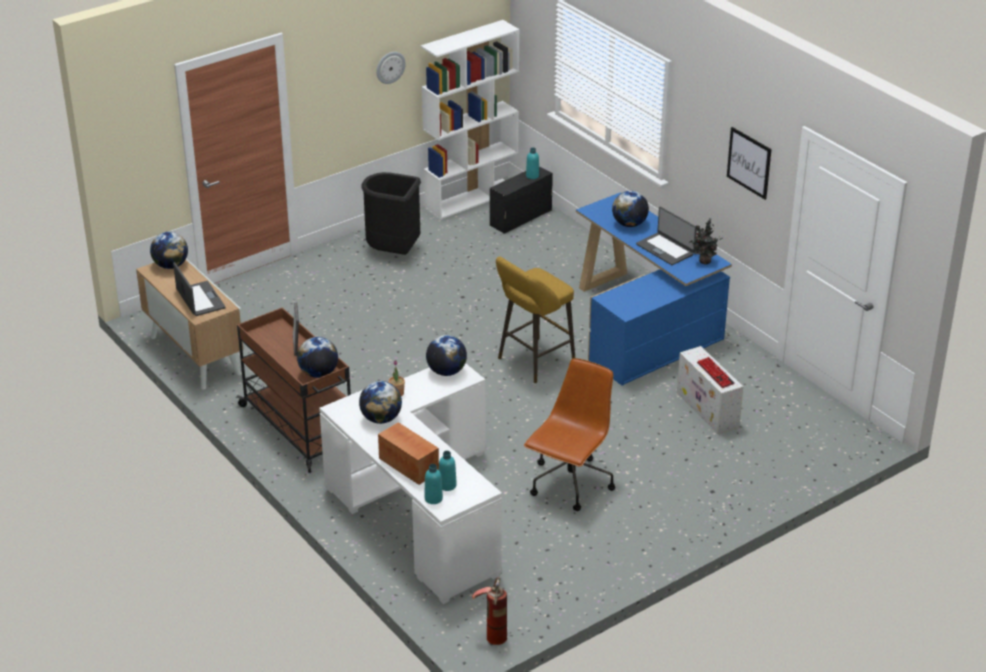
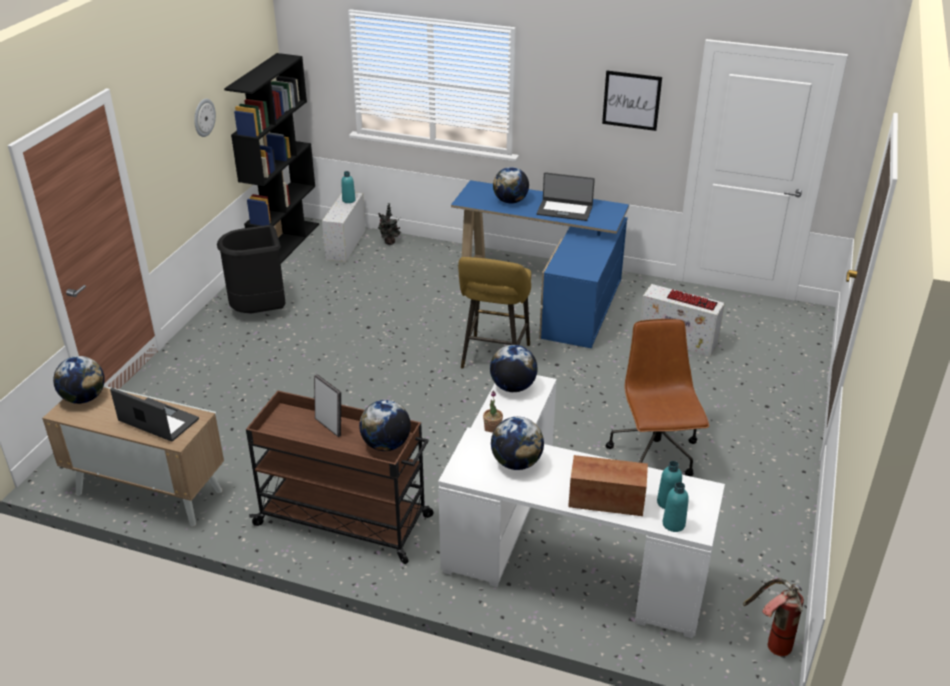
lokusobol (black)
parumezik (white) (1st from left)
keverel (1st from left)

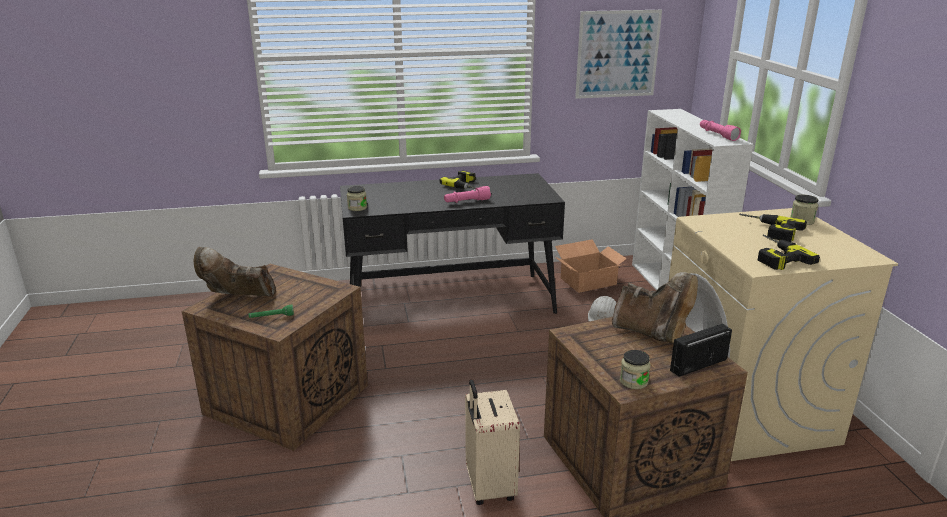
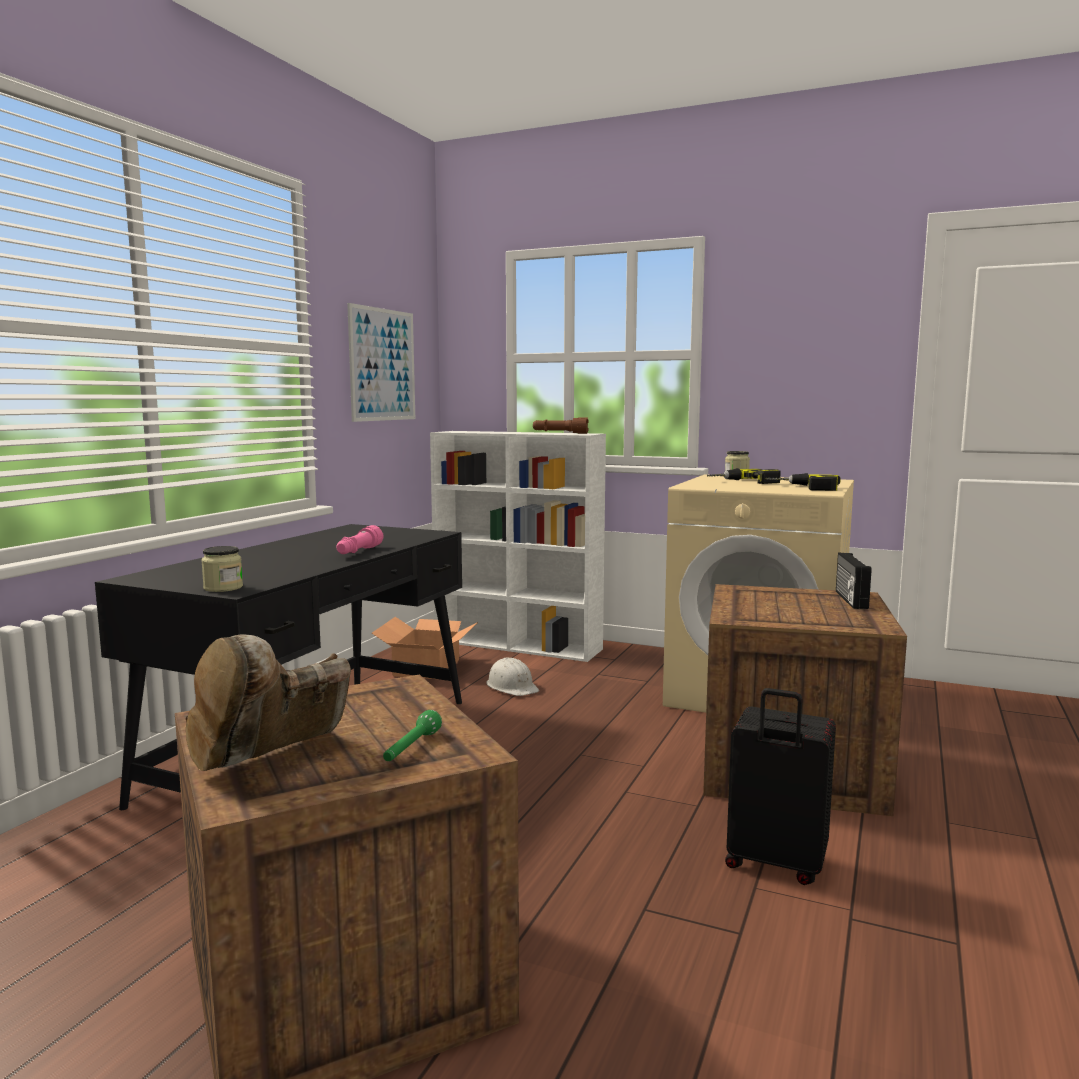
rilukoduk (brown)
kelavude (1st from left in the first image)
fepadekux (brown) (2nd from left in the first image)
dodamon (2nd from left in the first image)
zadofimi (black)

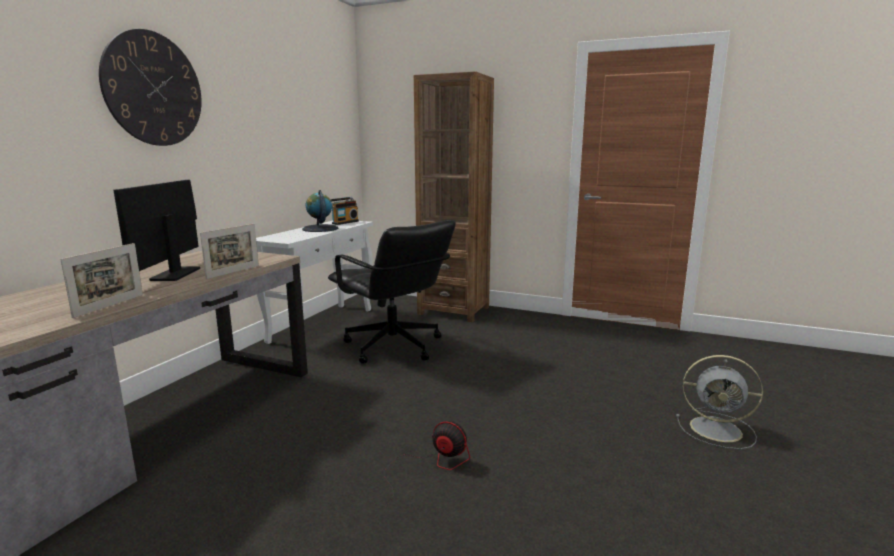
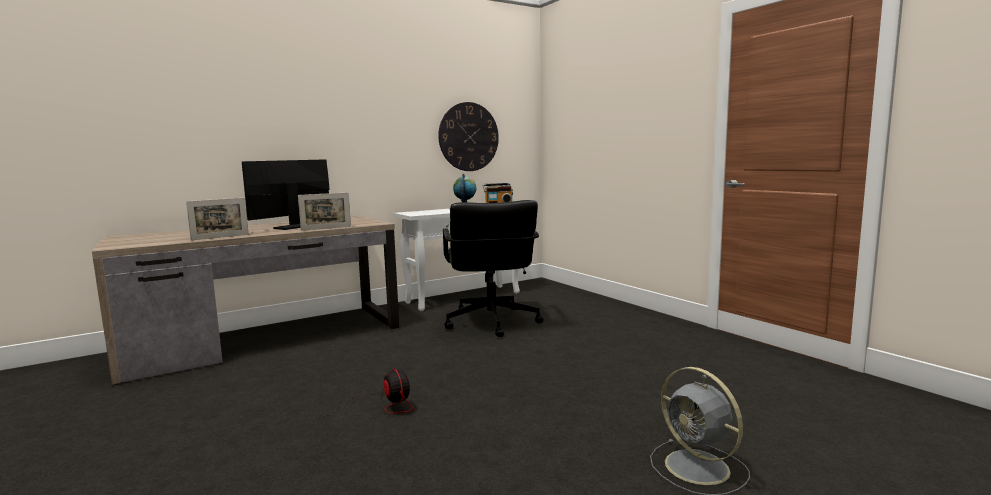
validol
lokusobol (brown)

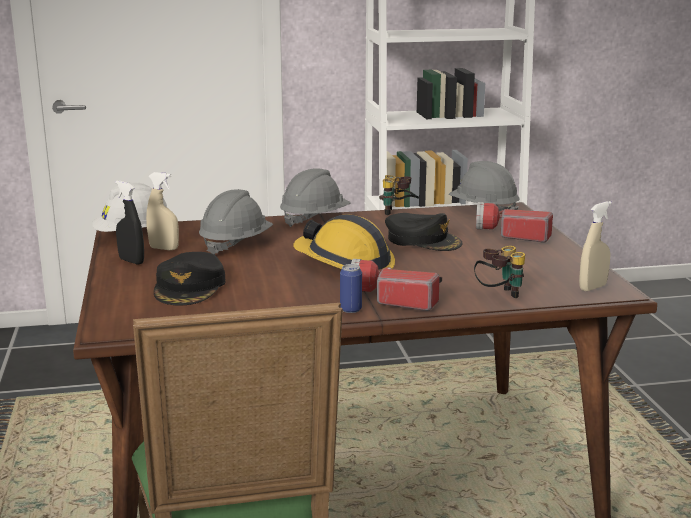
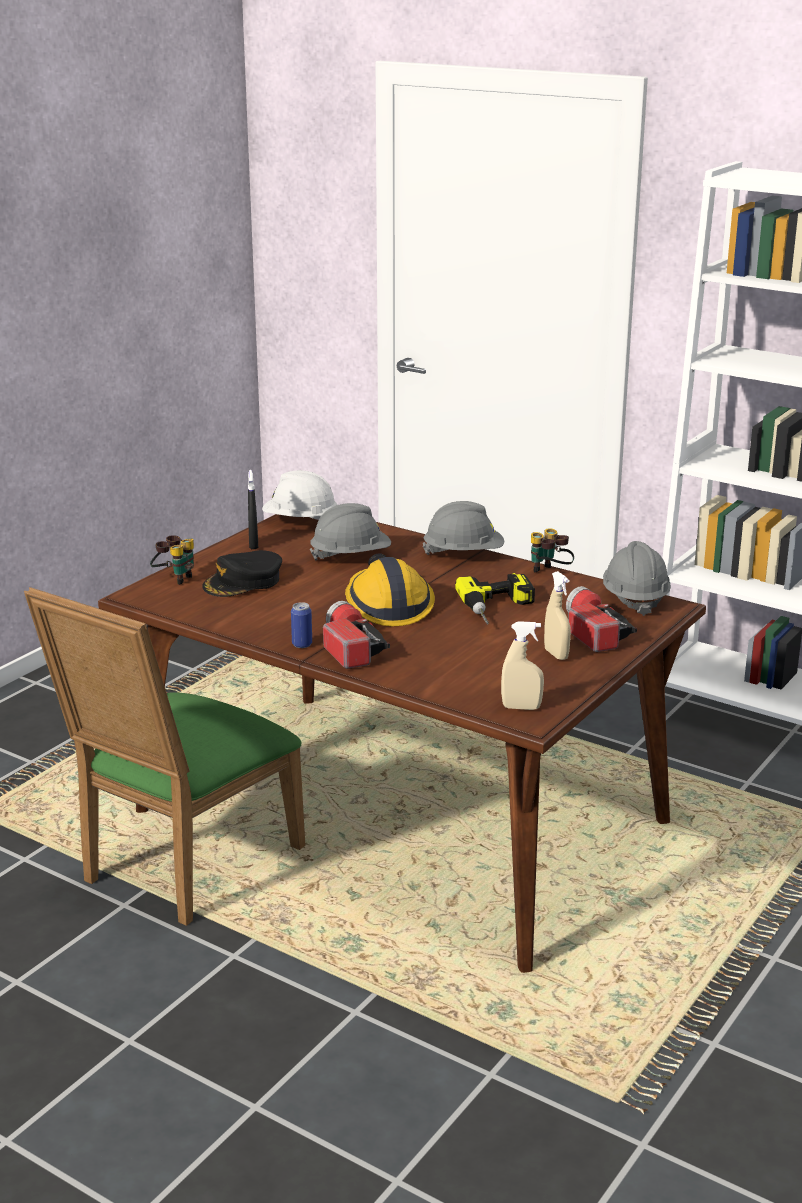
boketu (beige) (2nd from left)
kelavude
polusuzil (1st from left)

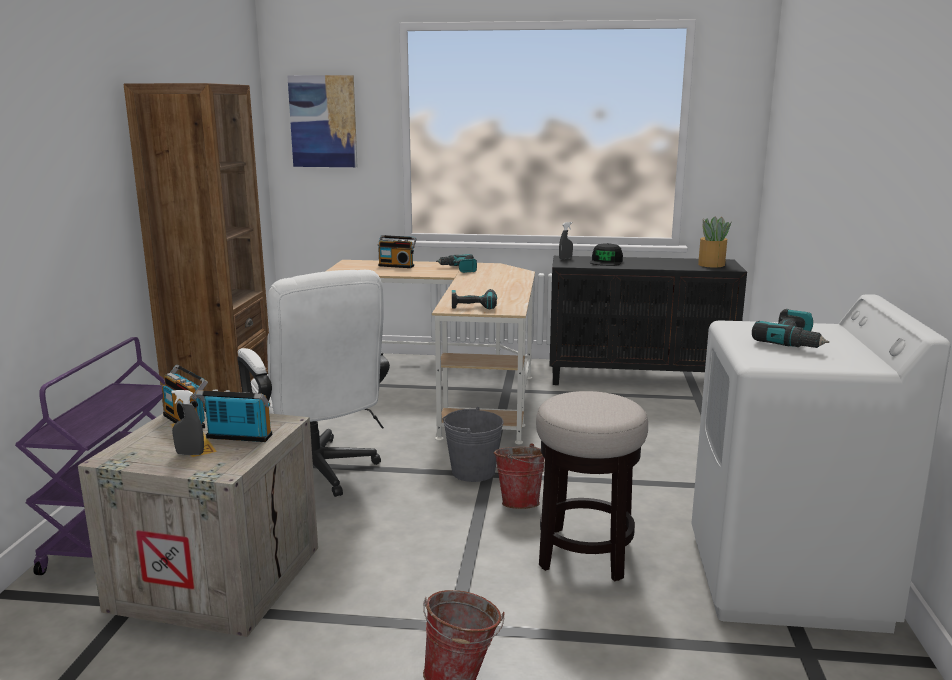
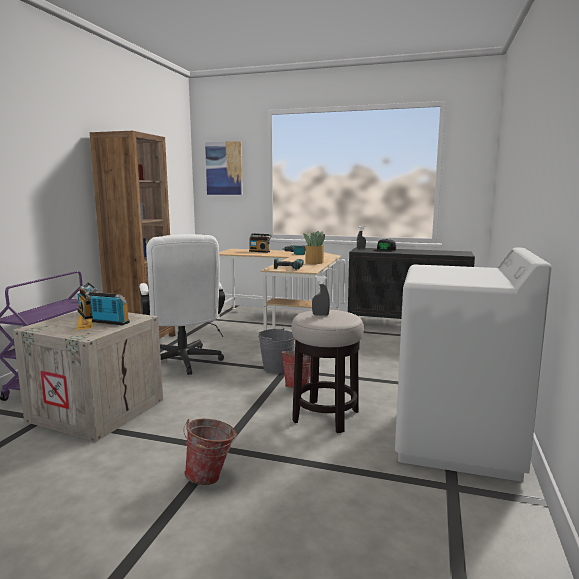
keverel
kelavude (3rd from left in the first image)
boketu (grey) (1st from left)

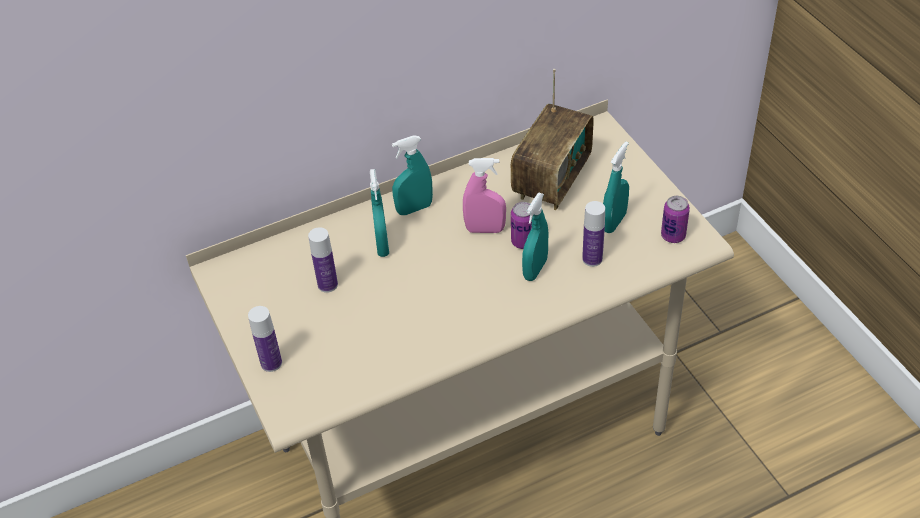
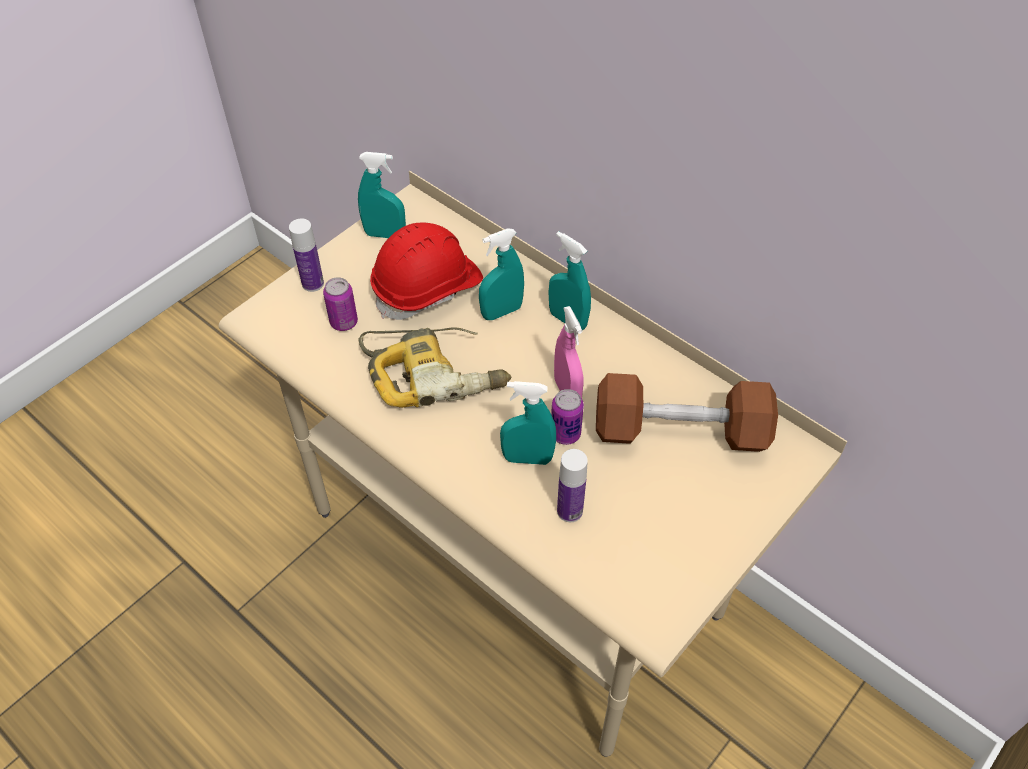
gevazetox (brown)
boketu (turquoise) (1st from left)
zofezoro (1st from left)
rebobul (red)
kelavude

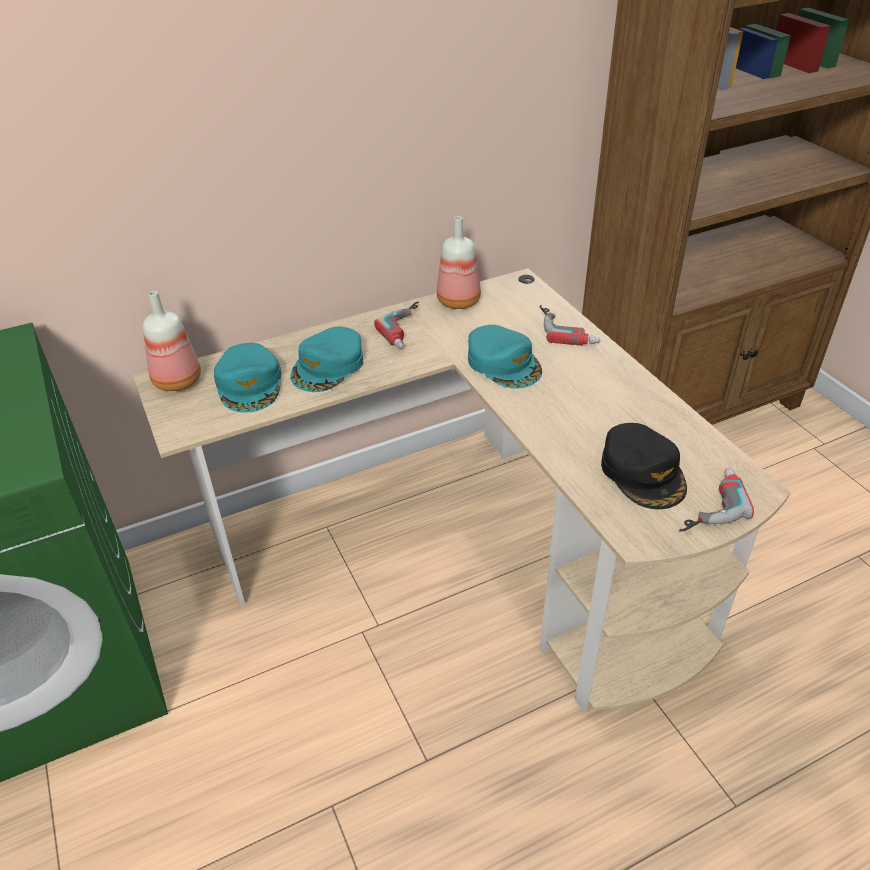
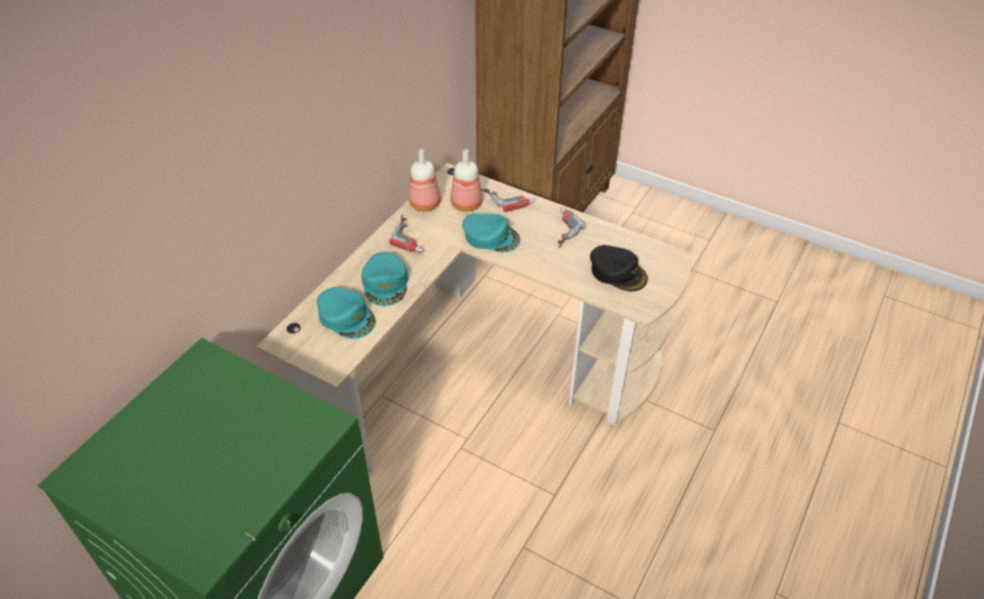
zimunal (2nd from left)
kelavude (3rd from left)

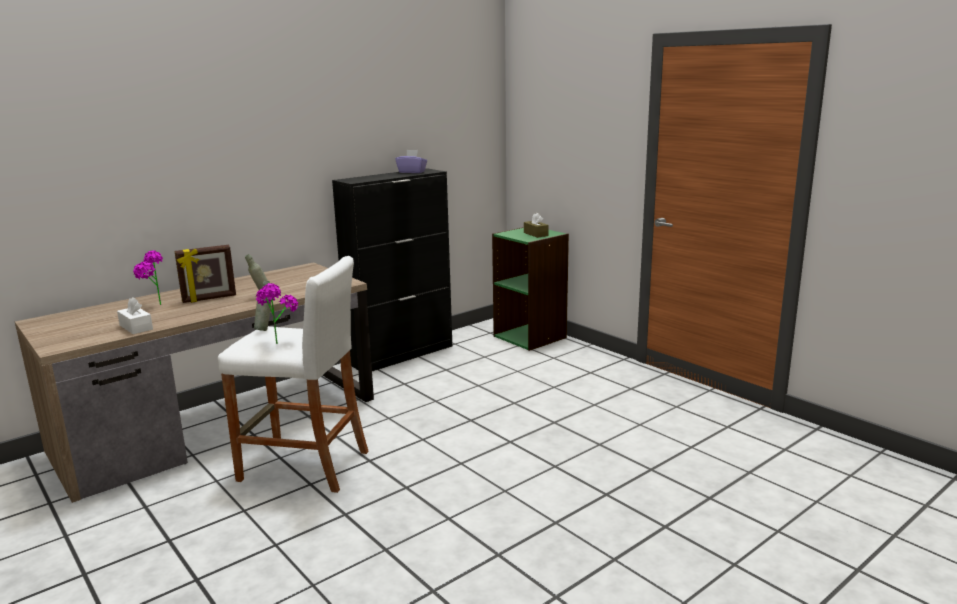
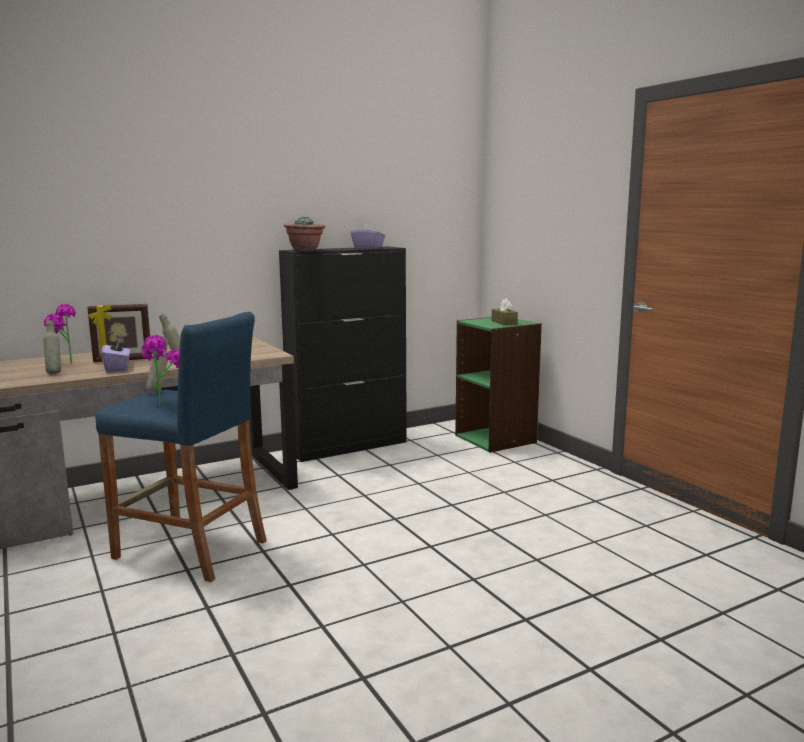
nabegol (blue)
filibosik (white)
keverel (3rd from left)
zimunal (grey) (1st from left)
filibosik (purple) (1st from left)

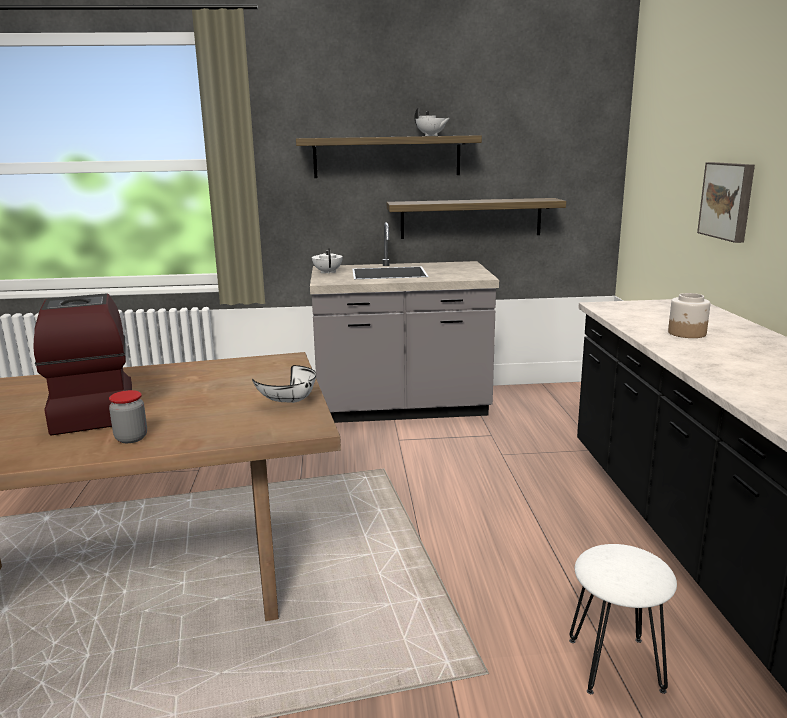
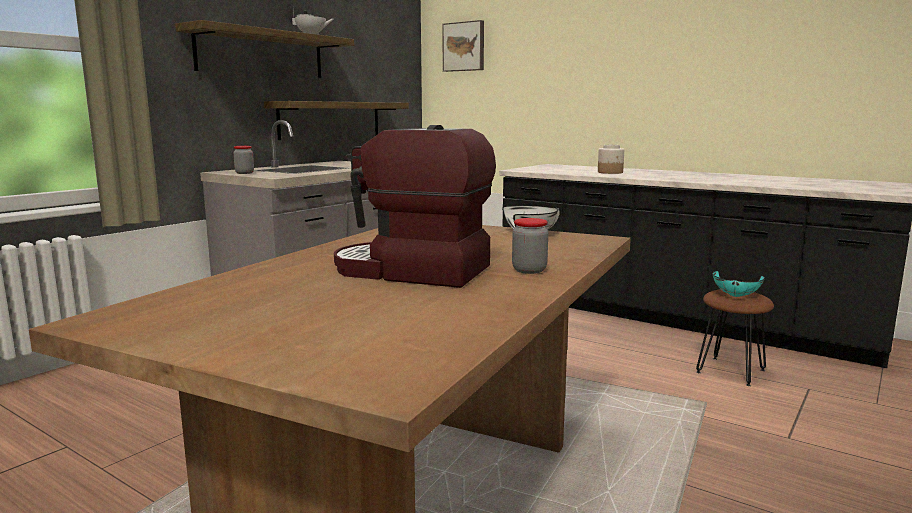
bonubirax
dodamon (1st from left)
nabegol (brown)
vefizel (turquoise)

